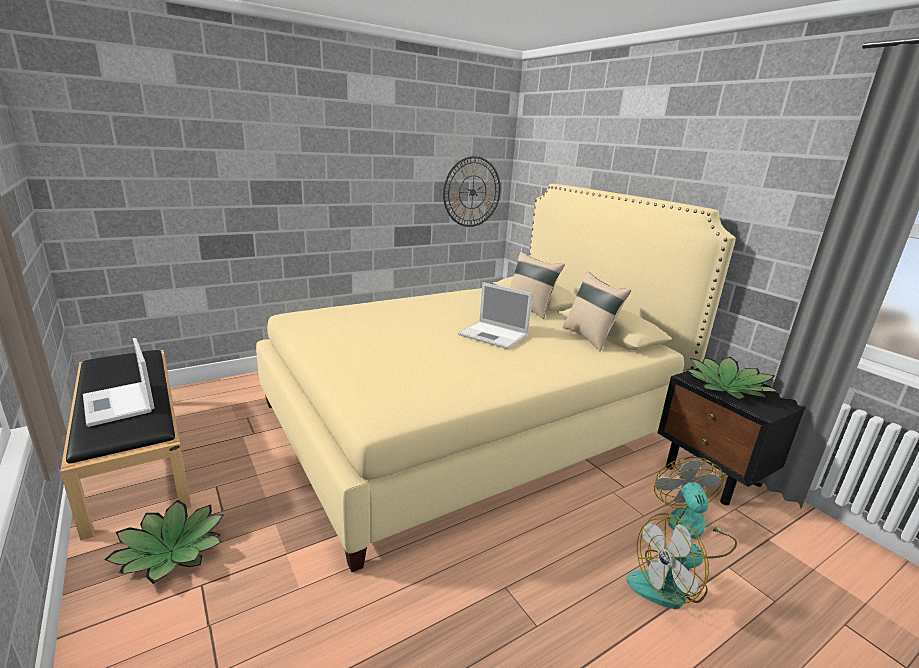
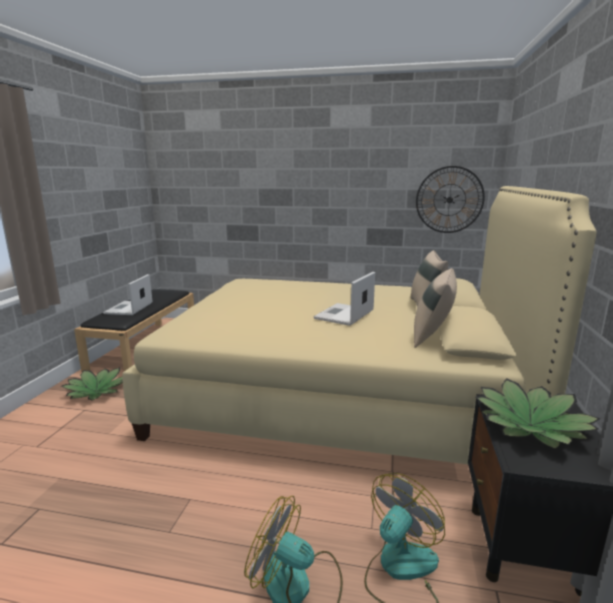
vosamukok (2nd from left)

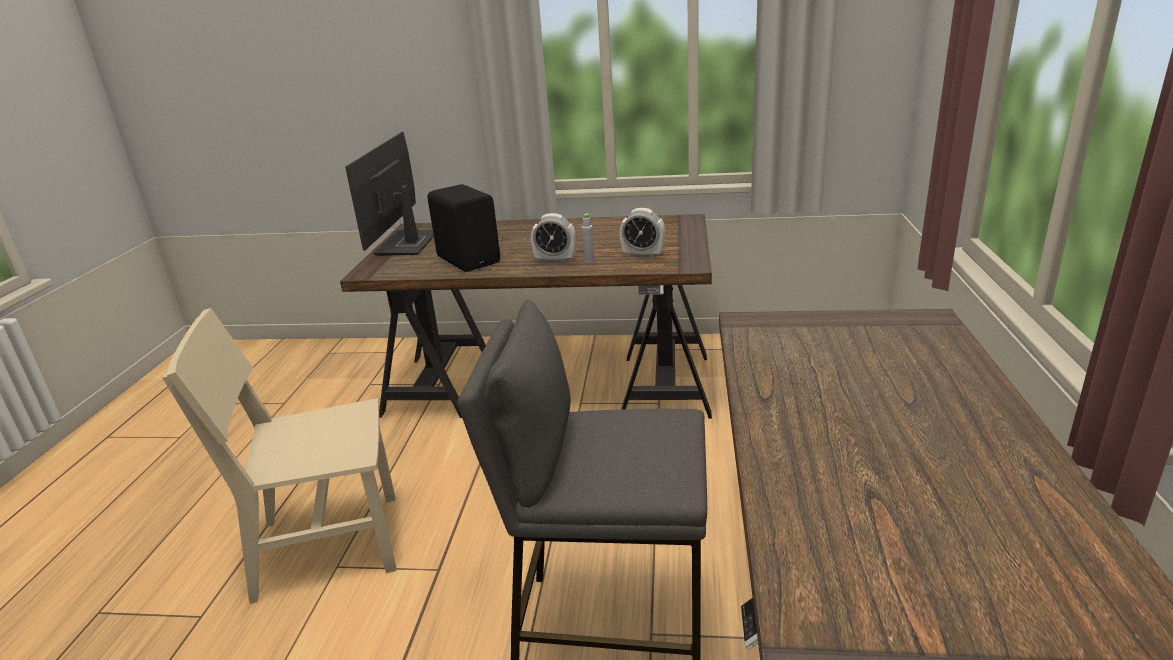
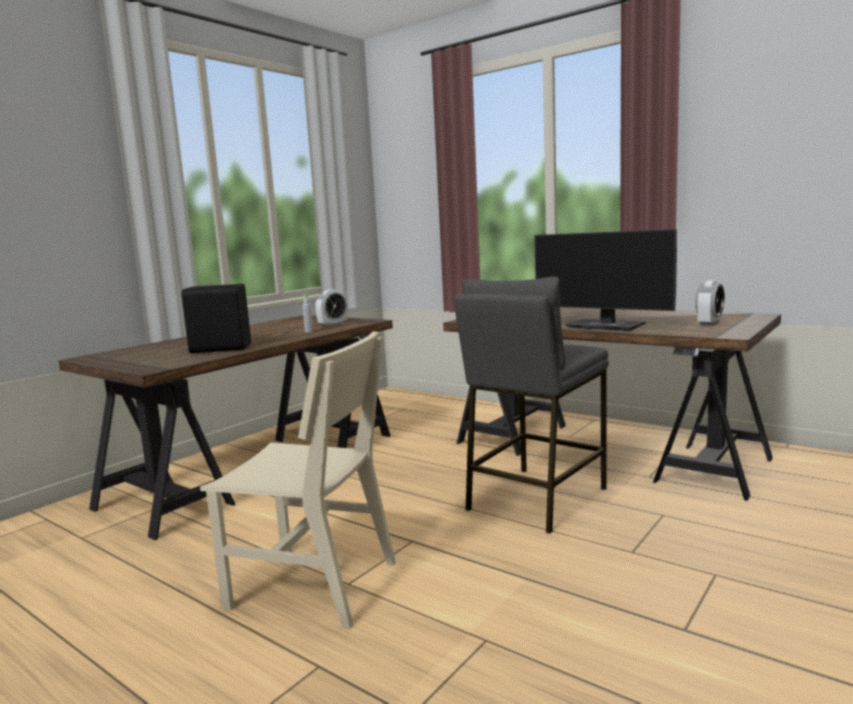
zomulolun
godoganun (2nd from left)
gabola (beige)

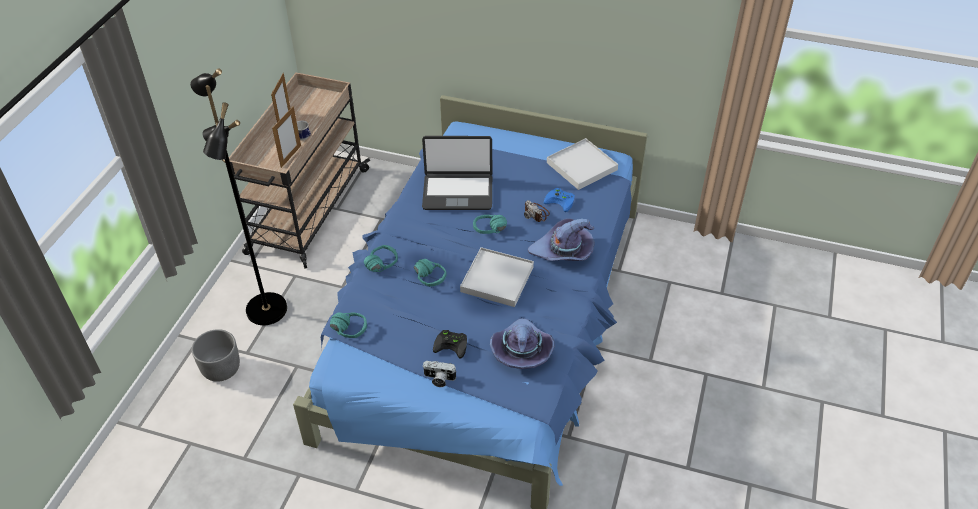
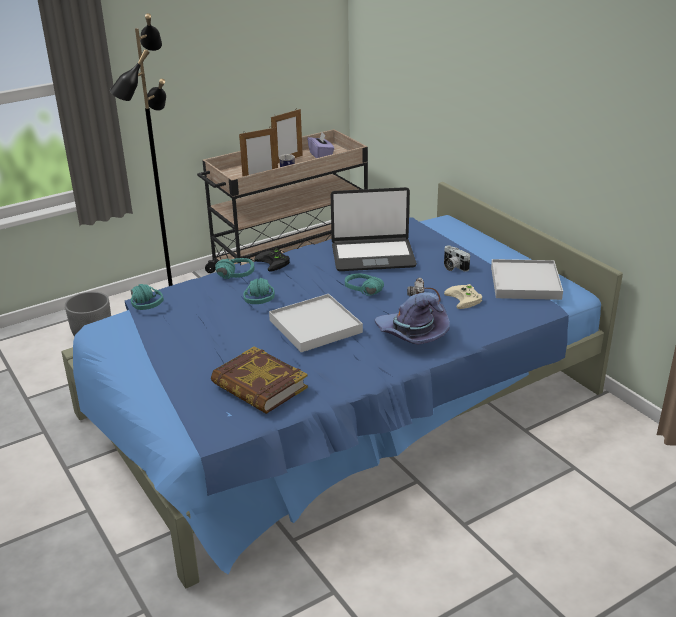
vosamukok
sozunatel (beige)
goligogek
sozunatel (black)
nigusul (2nd from left)
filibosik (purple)

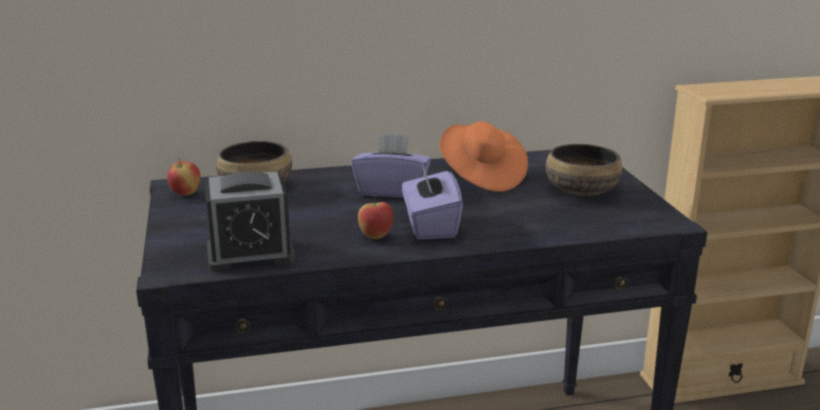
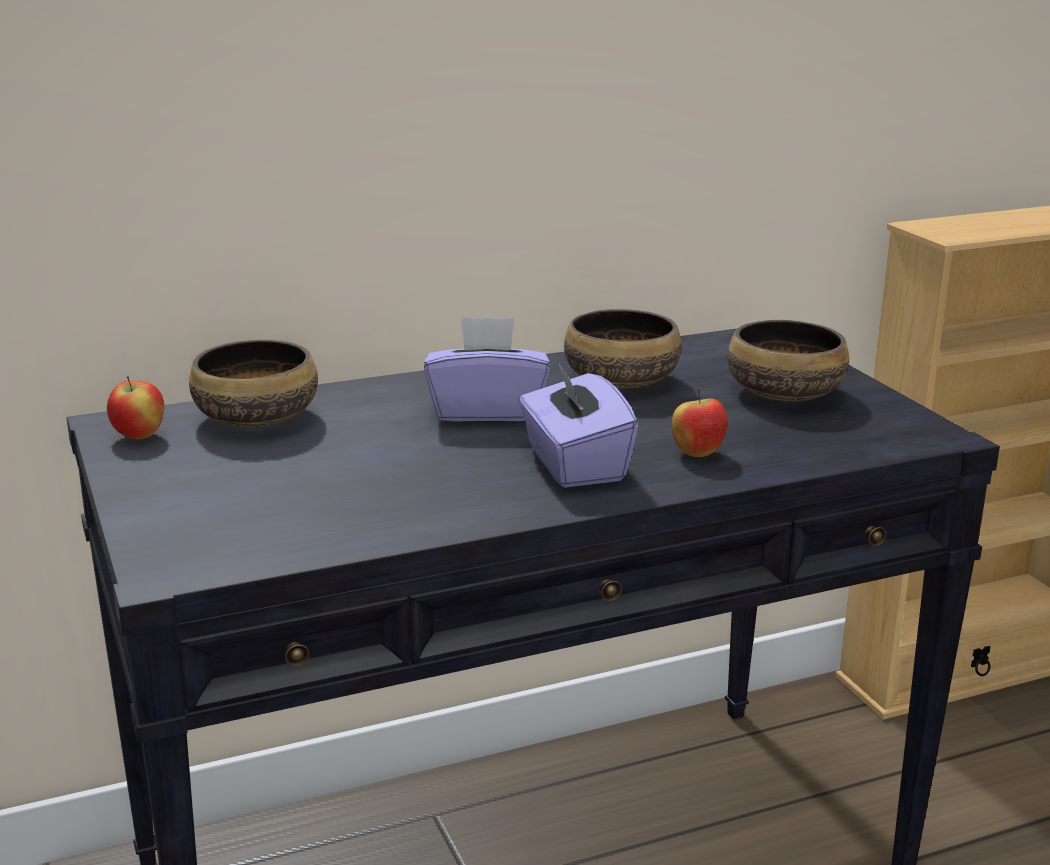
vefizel (2nd from left)
godoganun
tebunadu (2nd from left)

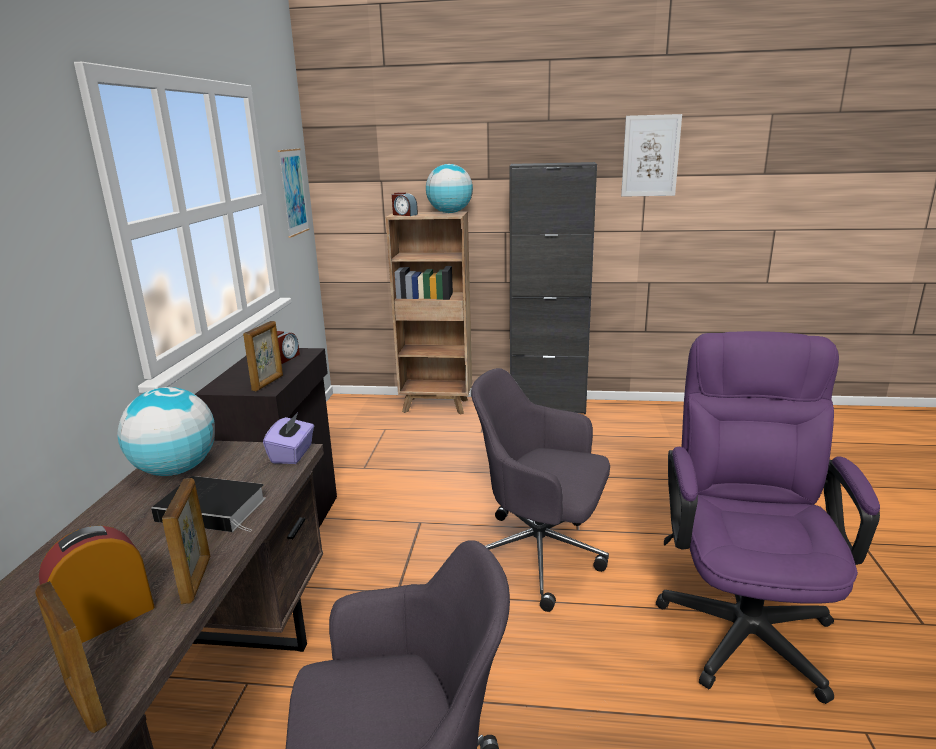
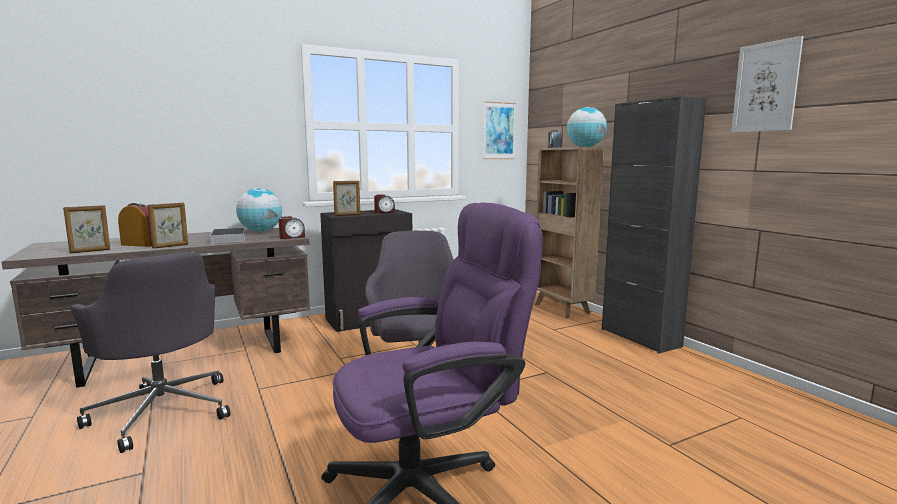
godoganun (2nd from left)
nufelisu (1st from left)

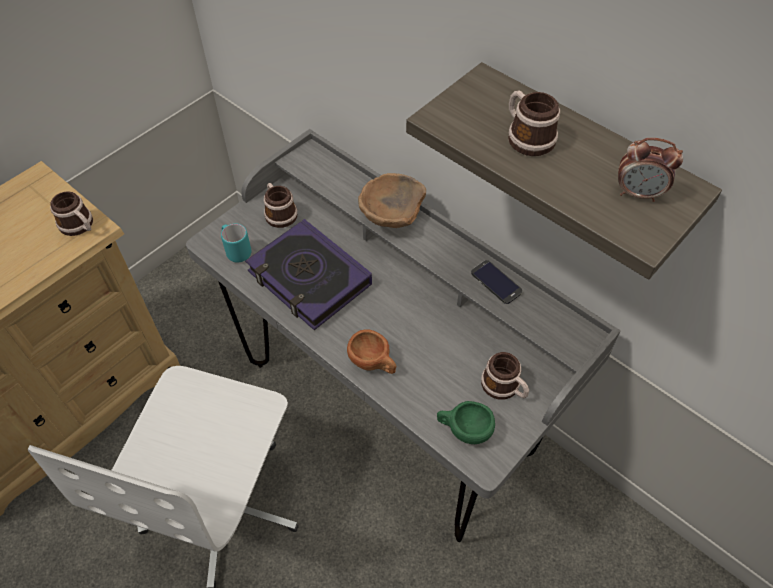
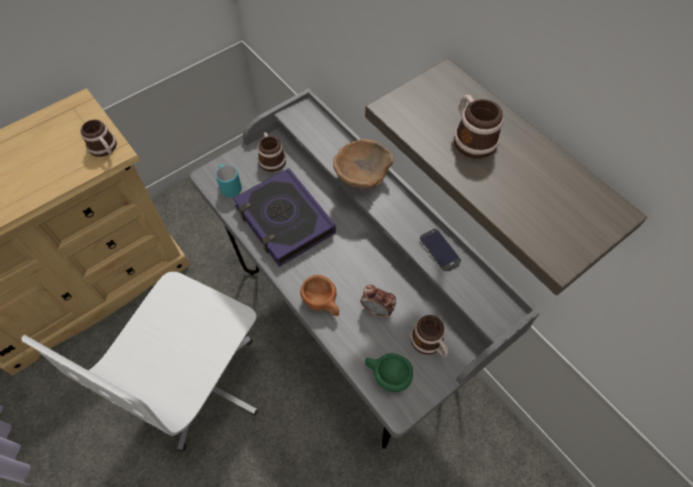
godoganun

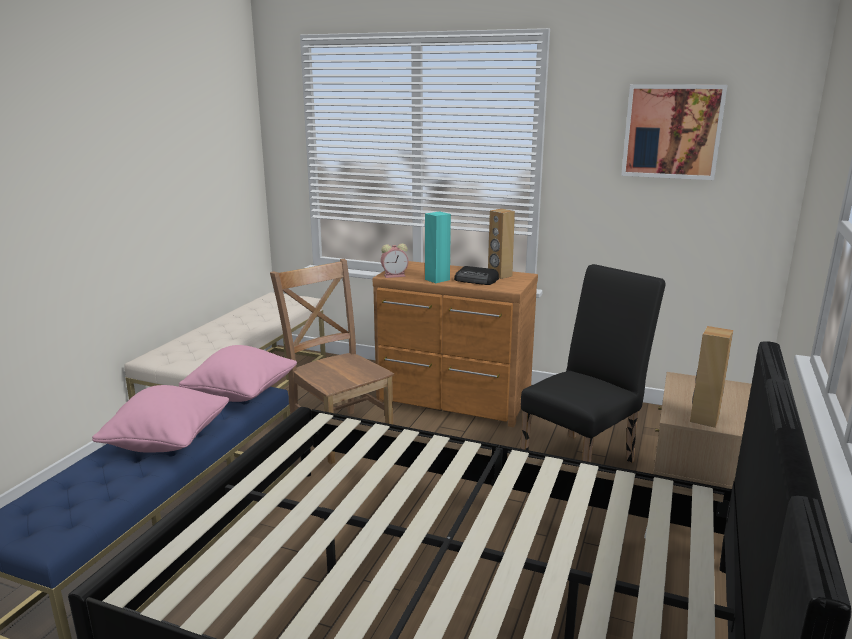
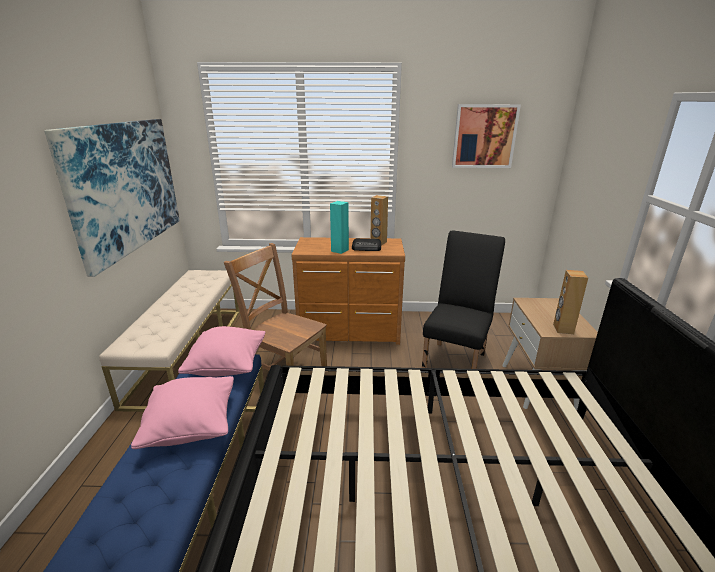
godoganun
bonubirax (1st from left)

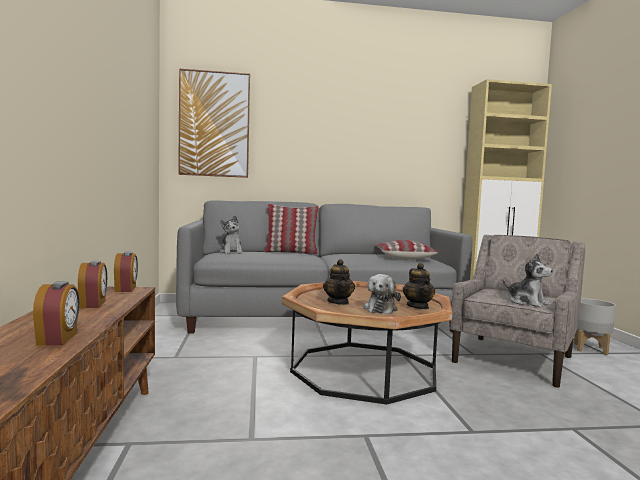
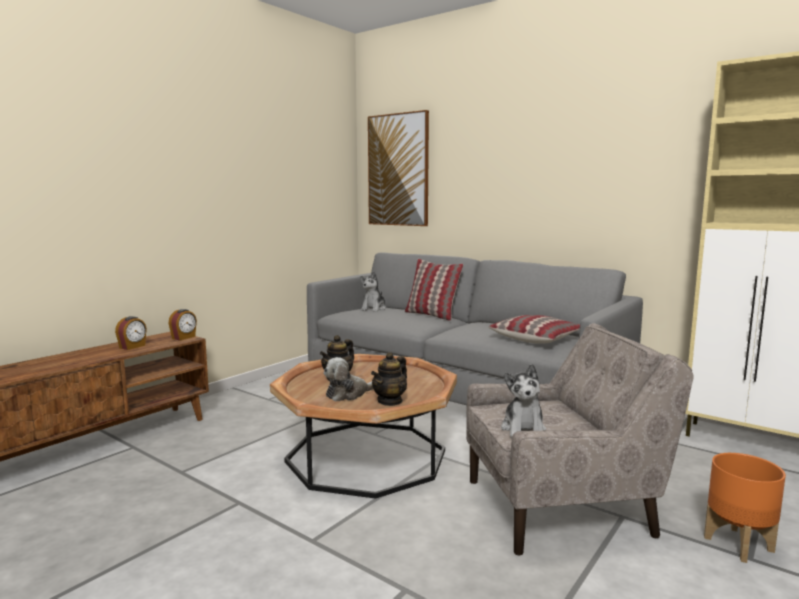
godoganun (1st from left in the first image)
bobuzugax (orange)

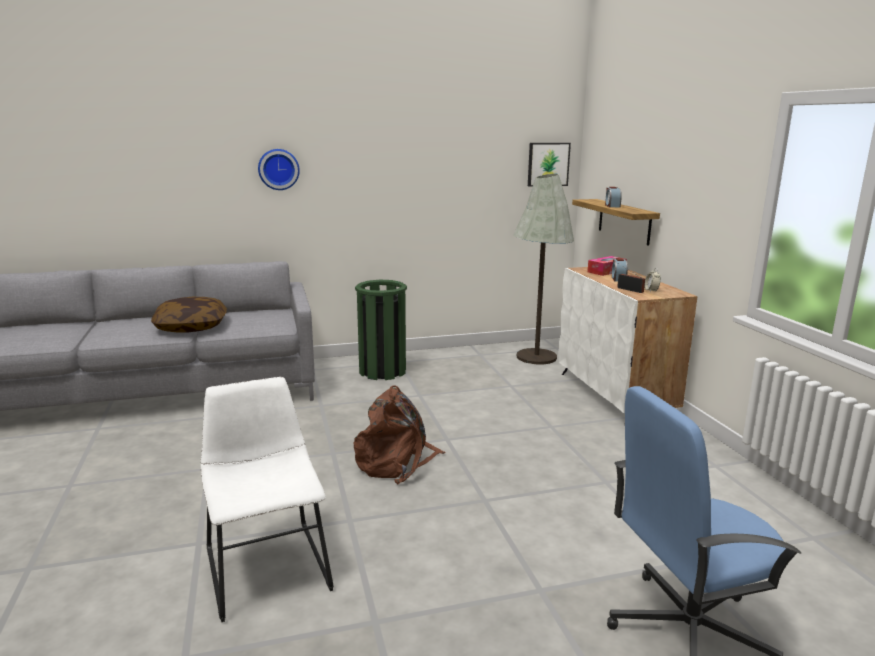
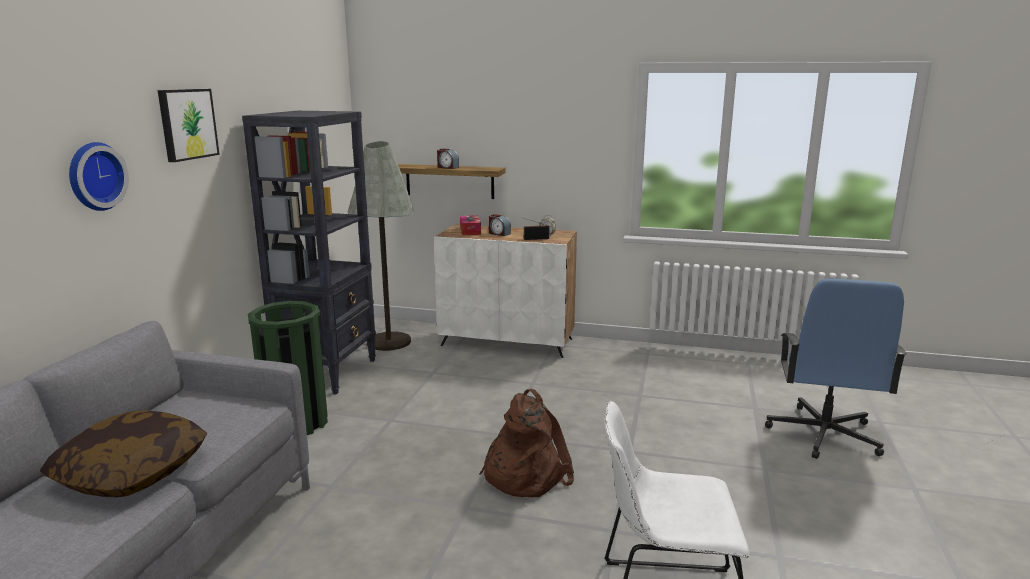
bonubirax
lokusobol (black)

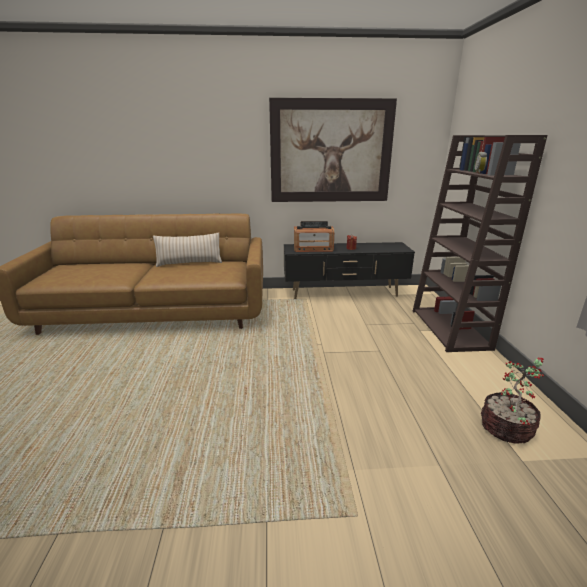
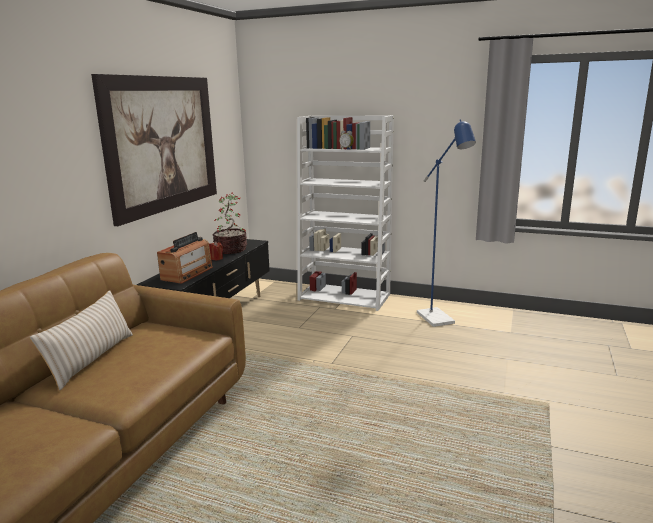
lokusobol (white)
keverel
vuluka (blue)

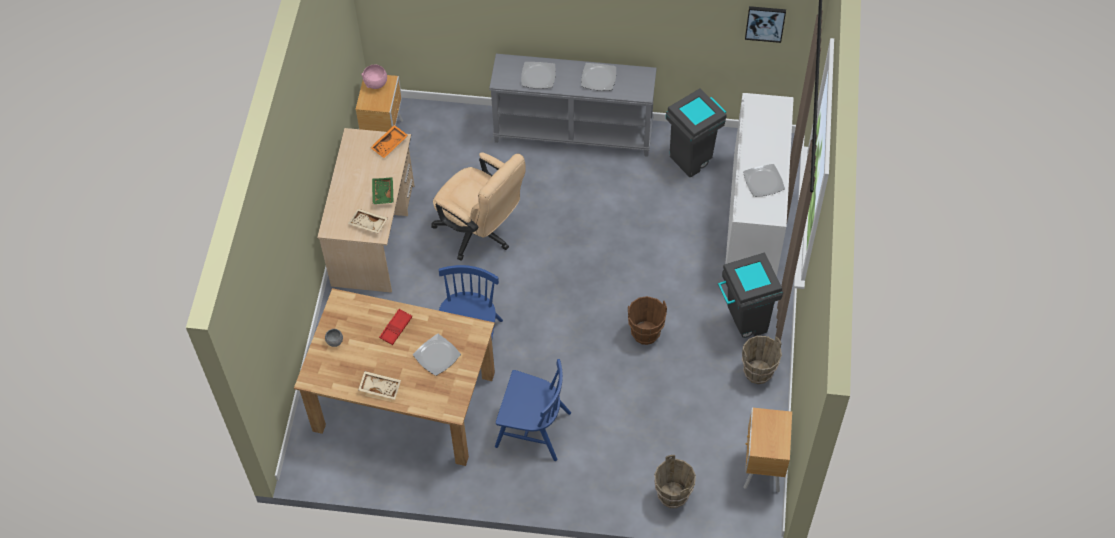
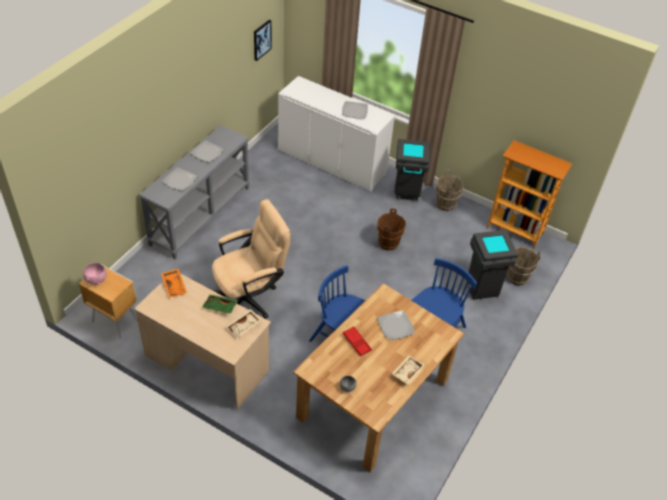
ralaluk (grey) (2nd from left)
lokusobol

